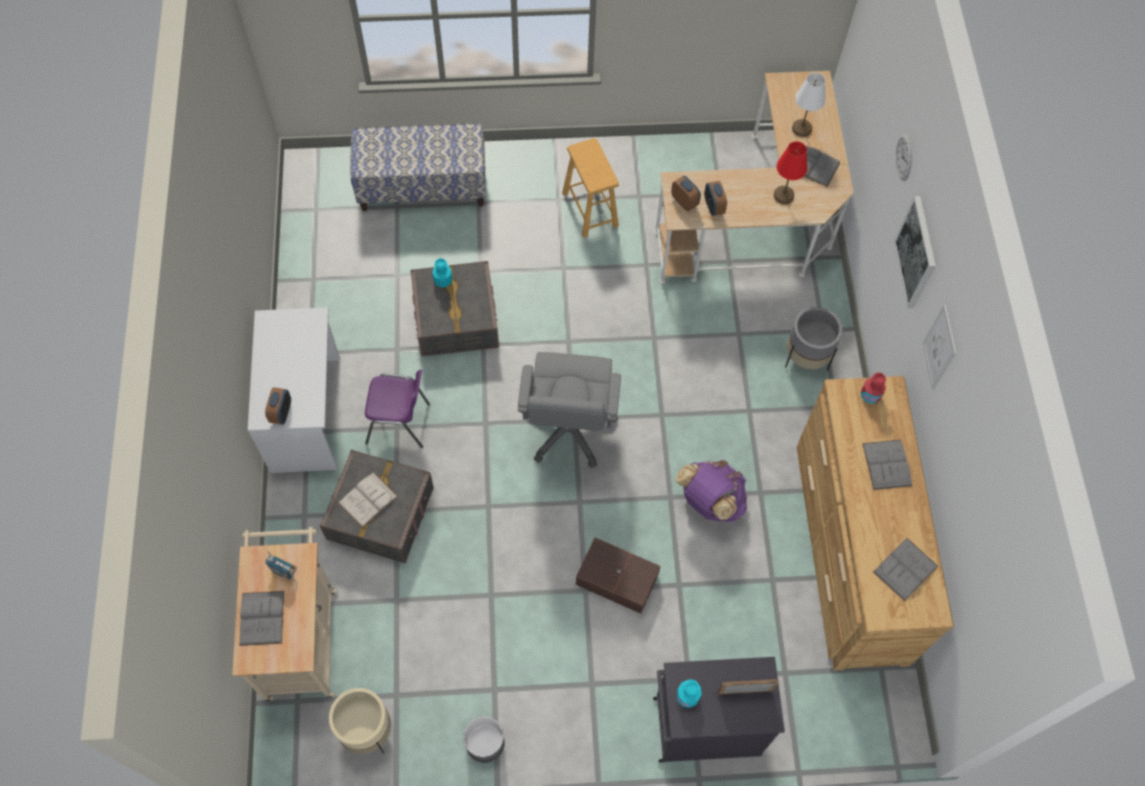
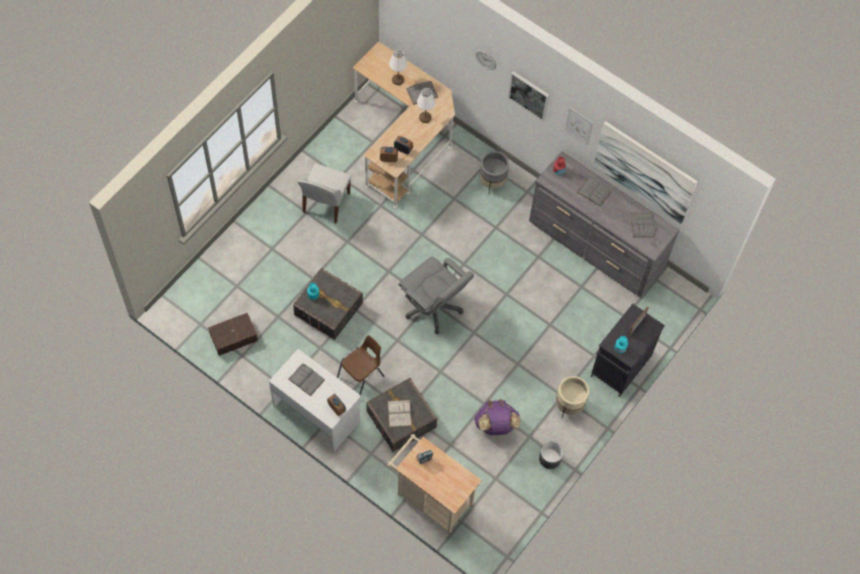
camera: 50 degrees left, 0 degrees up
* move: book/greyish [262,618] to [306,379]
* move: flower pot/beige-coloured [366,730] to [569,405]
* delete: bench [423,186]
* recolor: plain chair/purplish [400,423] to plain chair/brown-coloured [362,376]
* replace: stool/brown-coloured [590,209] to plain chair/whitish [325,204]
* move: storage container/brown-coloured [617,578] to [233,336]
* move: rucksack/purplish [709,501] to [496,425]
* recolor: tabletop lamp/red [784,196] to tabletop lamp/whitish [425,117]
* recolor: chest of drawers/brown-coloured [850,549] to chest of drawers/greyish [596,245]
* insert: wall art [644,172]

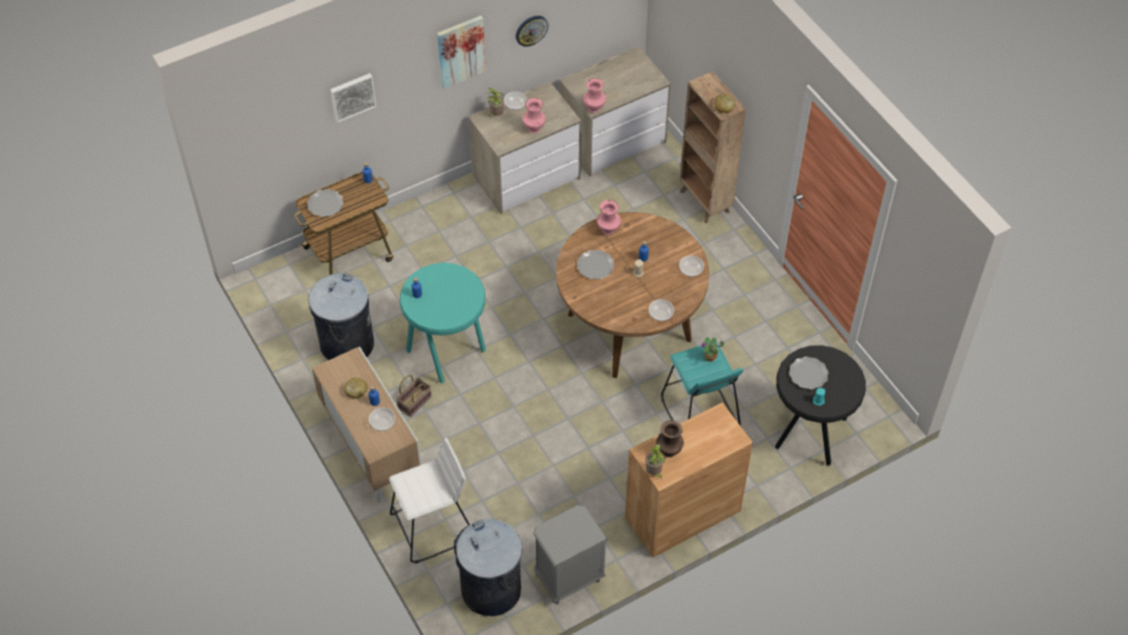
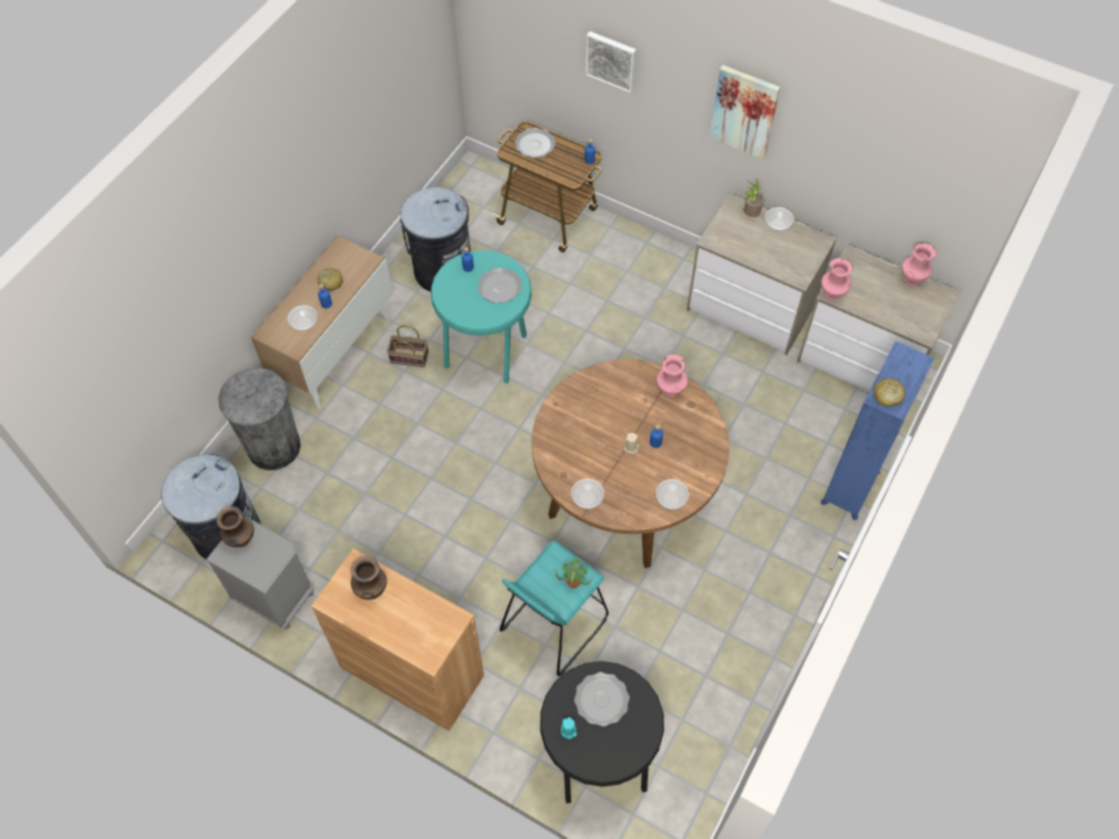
camera: 60 degrees right, 5 degrees up
* replace: stool/whitish [433,527] to waste bin/greyish [274,447]
* delete: clock on the wall [531,30]
* move: flower vase/pink [534,128] to [912,279]
* move: dinner plate [595,266] to [499,287]
* delete: potted plant [654,472]
* recolor: bookcase/brown-coloured [705,202] to bookcase/bluish [849,488]
* insert: flower vase/brown-coloured [241,540]

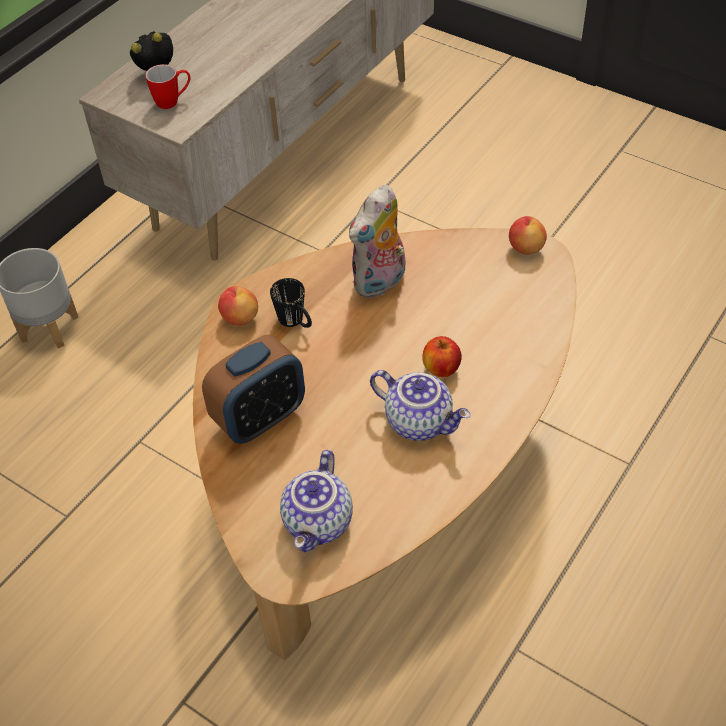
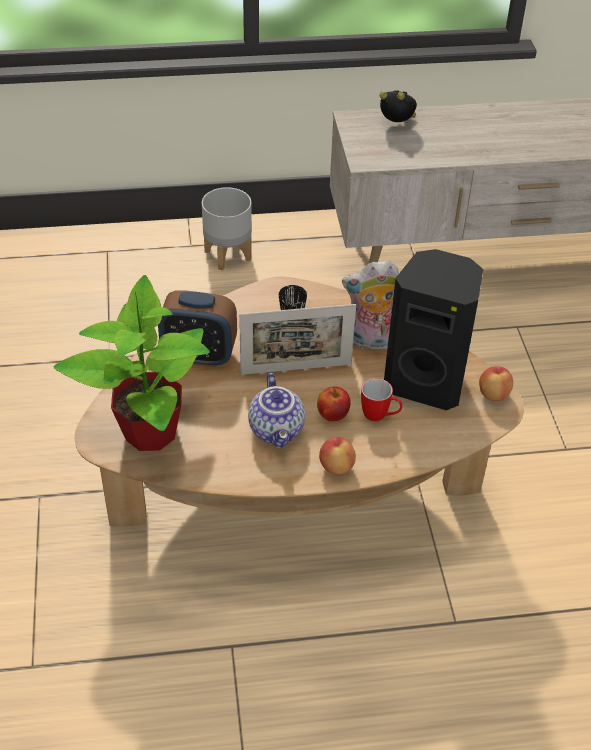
camera: 45 degrees right, 5 degrees down
* move: coffee mug [173,101] to [380,416]
* move: whole apple [240,318] to [336,467]
* replace: teapot [319,523] to potted plant [150,431]
* insert: picture frame [296,369]
* insert: speaker/black [426,382]

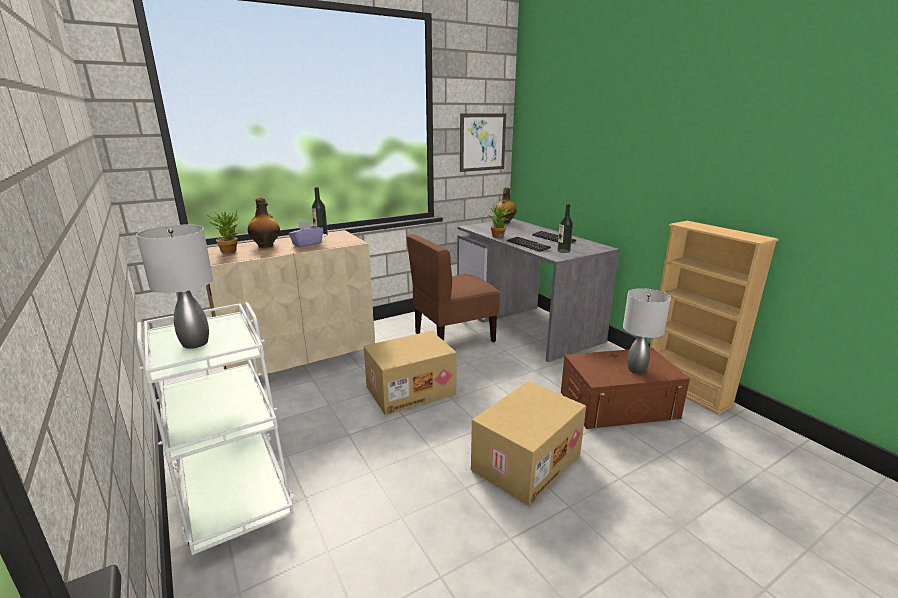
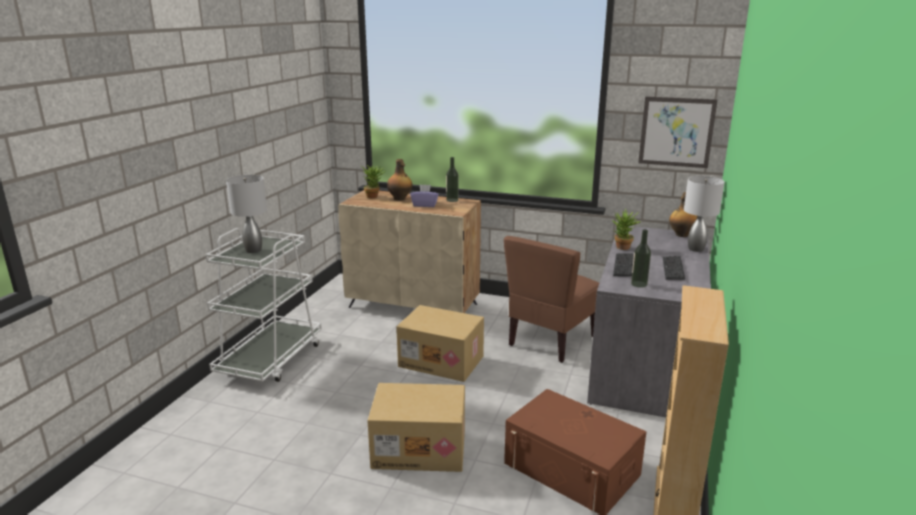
camera: 50 degrees right, 0 degrees up
* rotate: plain chair/brown-coloured [453,337] = [551,341] 75 degrees counterclockwise
* move: tabletop lamp/greyish [636,369] to [696,249]

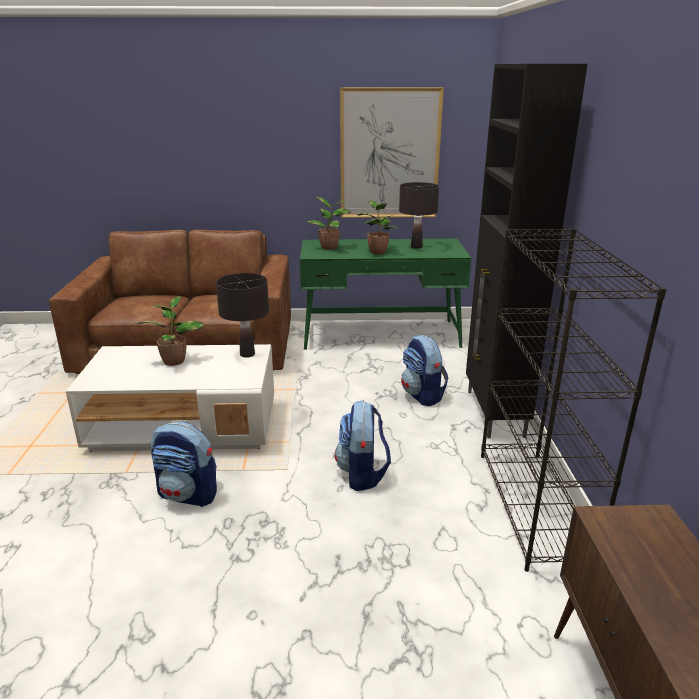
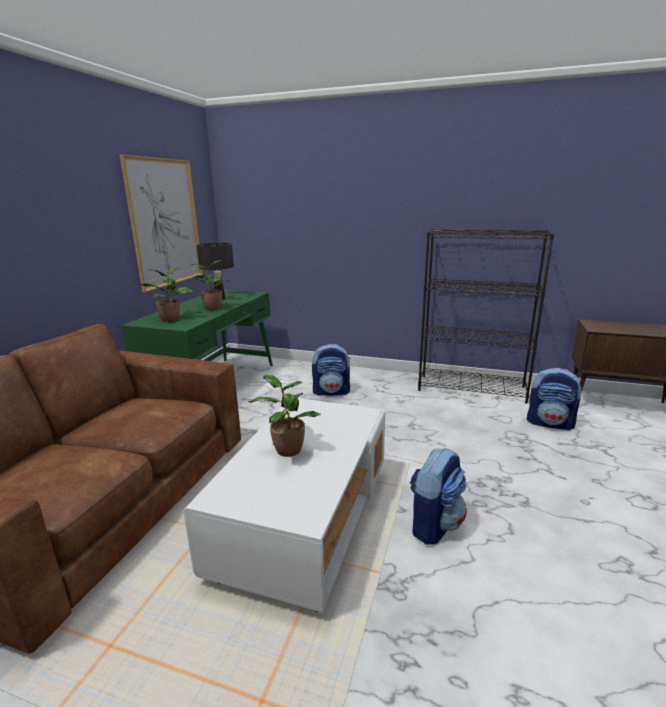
camera: 70 degrees left, 5 degrees down
* delete: tabletop lamp/black [247,354]
* move: rucksack [362,474] to [550,423]
* delete: storage cabinet/black [494,414]

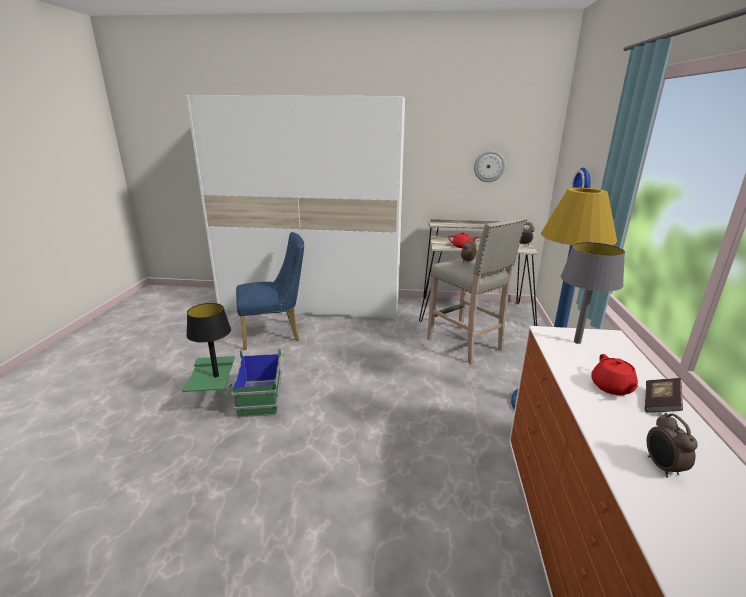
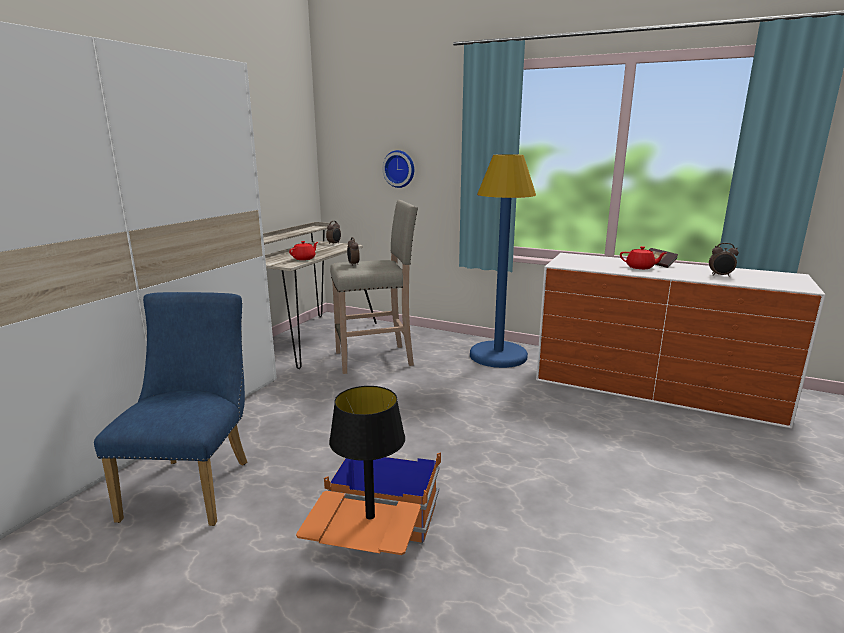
camera: 70 degrees left, 5 degrees down
* recolor: storage container/greenish [238,400] to storage container/orange-coloured [375,542]
* delete: clock on the wall [489,166]
* delete: tabletop lamp/greyish [577,342]

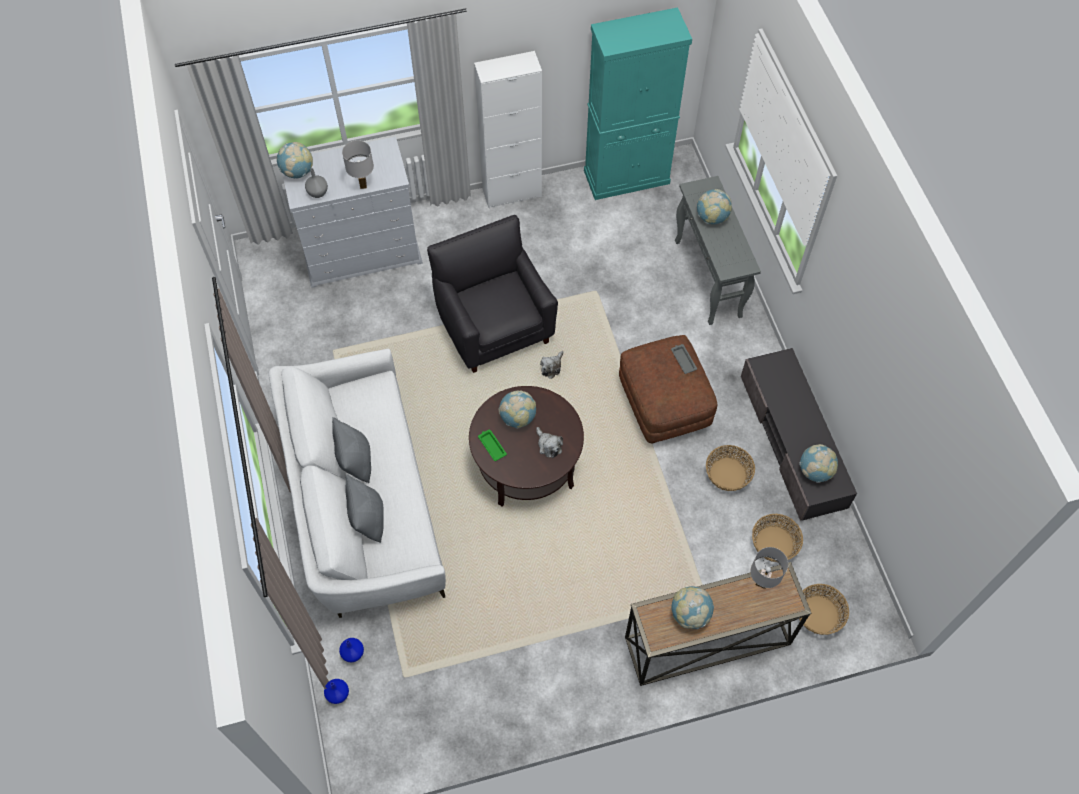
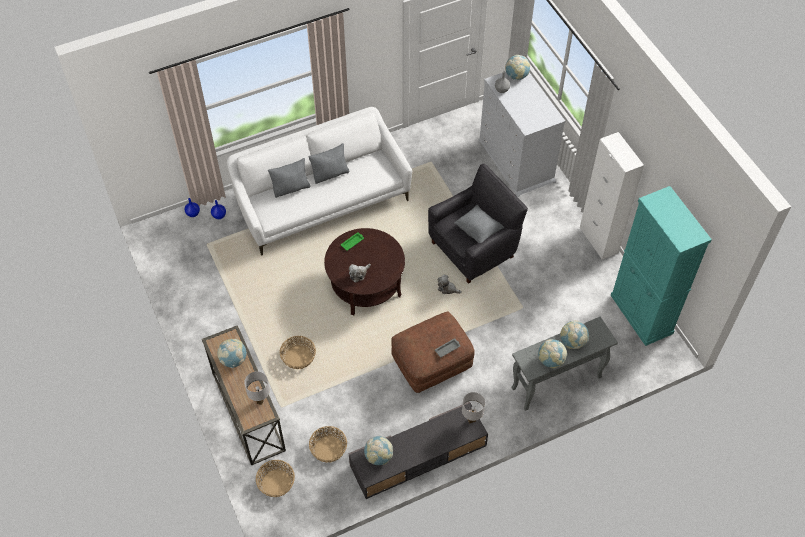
camera: 80 degrees right, 5 degrees down
* move: tabletop lamp/whitish [363,185] to [471,420]
* move: globe [518,418] to [550,360]
* move: household basket [727,474] to [299,357]
* insert: pillow/greyish [478,231]

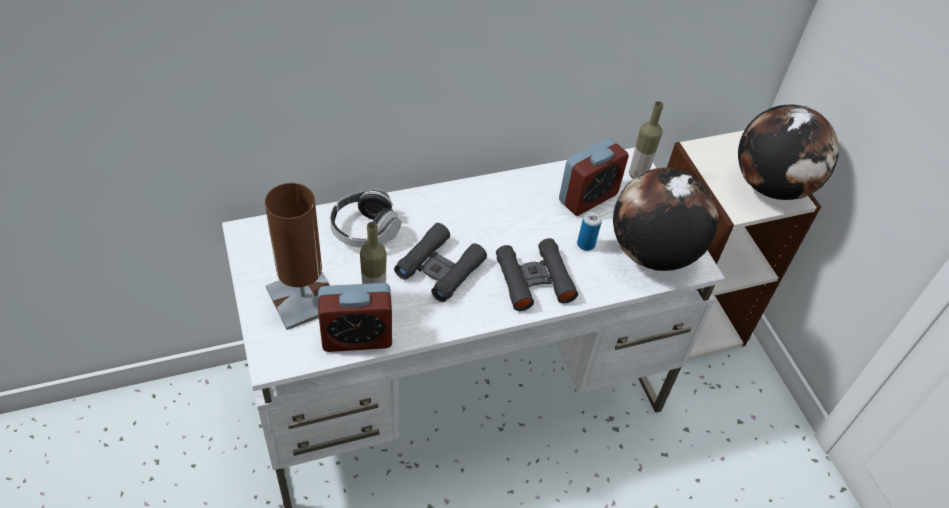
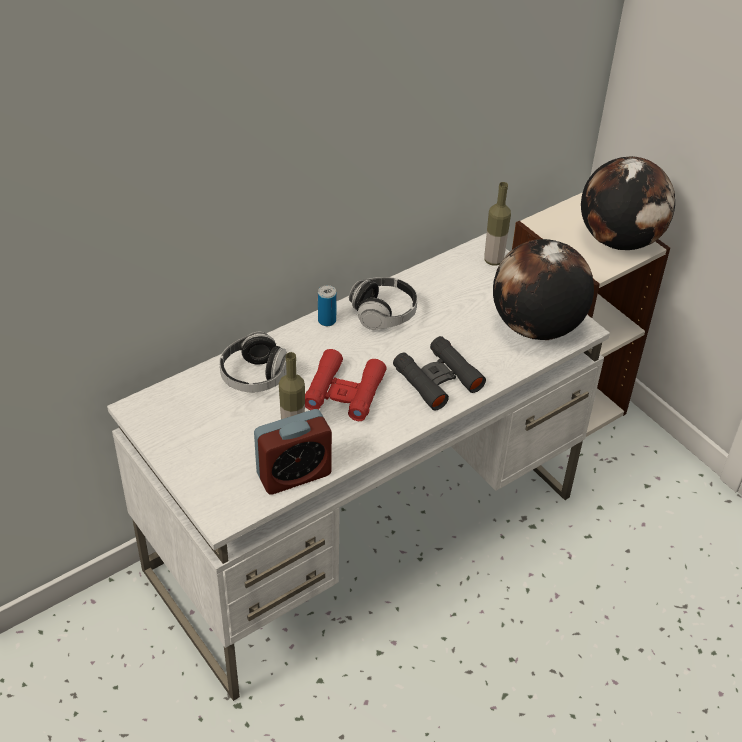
camera: 15 degrees left, 5 degrees down
* delete: tabletop lamp/brown-coloured [303,298]
* recolor: pair of binoculars/black [440,268] to pair of binoculars/red [344,392]
* delete: alarm clock [588,197]
* move: metal can [586,244] to [327,320]
* insert: pair of headphones [383,313]

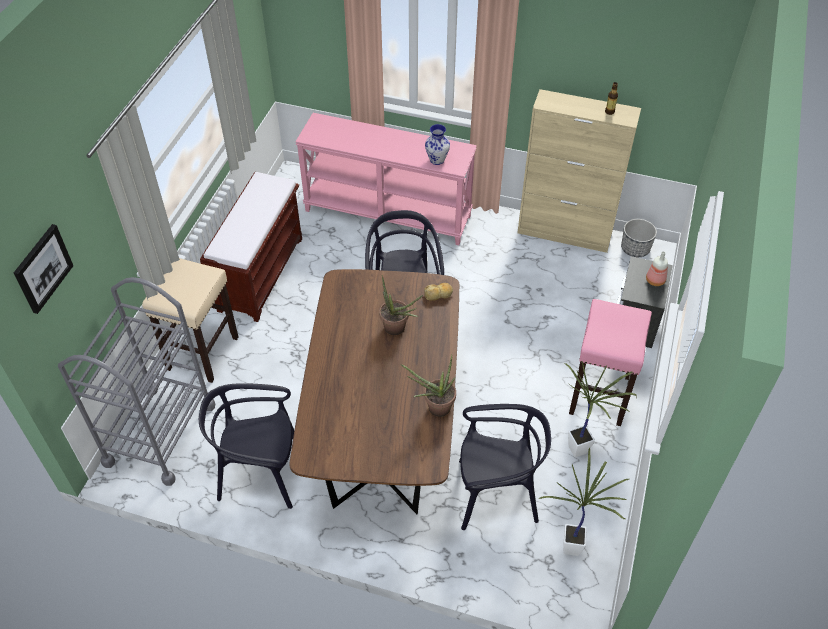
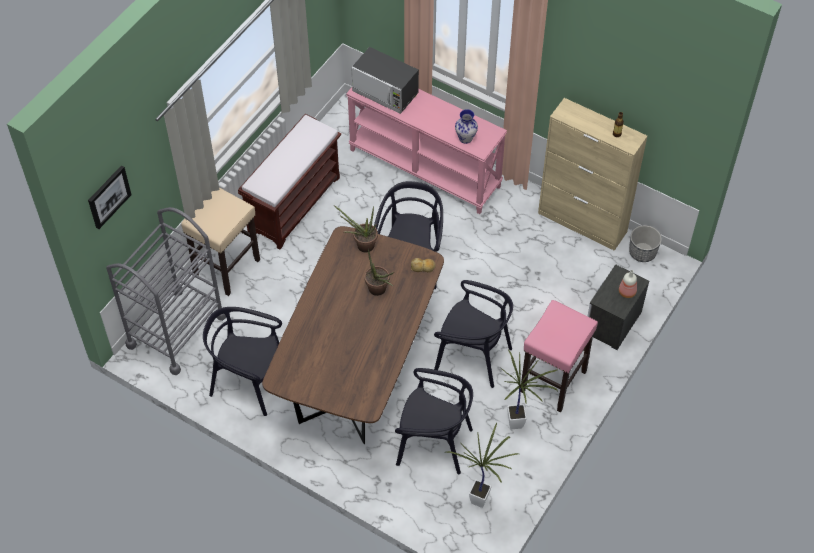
camera: 15 degrees right, 5 degrees up
* move: potted plant [434,408] to [361,245]
* insert: kitchen microwave [385,92]
* insert: plain chair/black [473,357]

